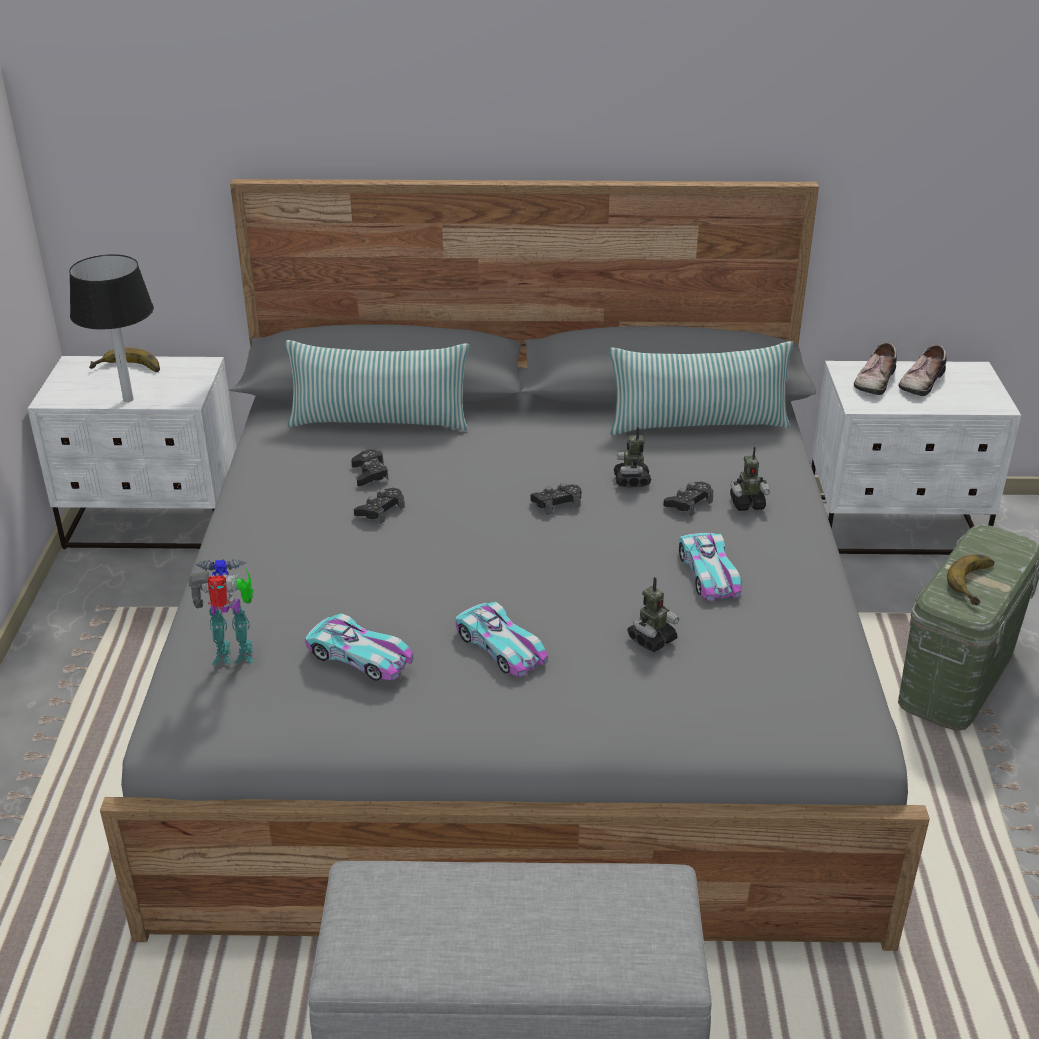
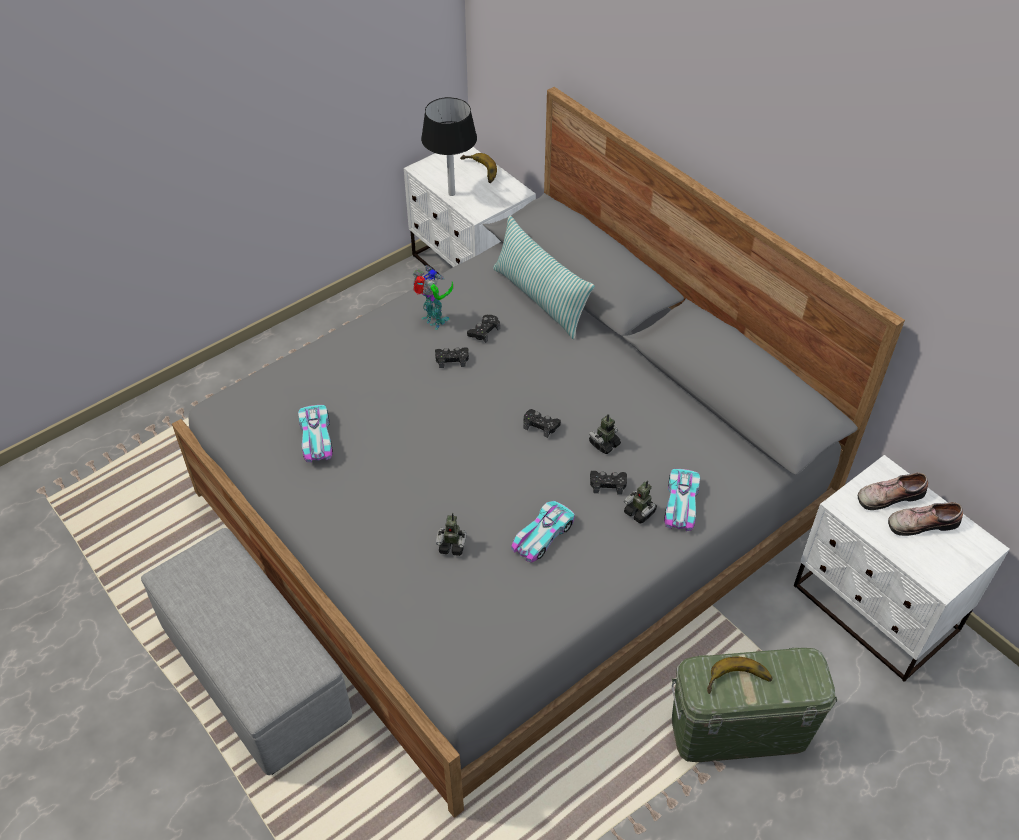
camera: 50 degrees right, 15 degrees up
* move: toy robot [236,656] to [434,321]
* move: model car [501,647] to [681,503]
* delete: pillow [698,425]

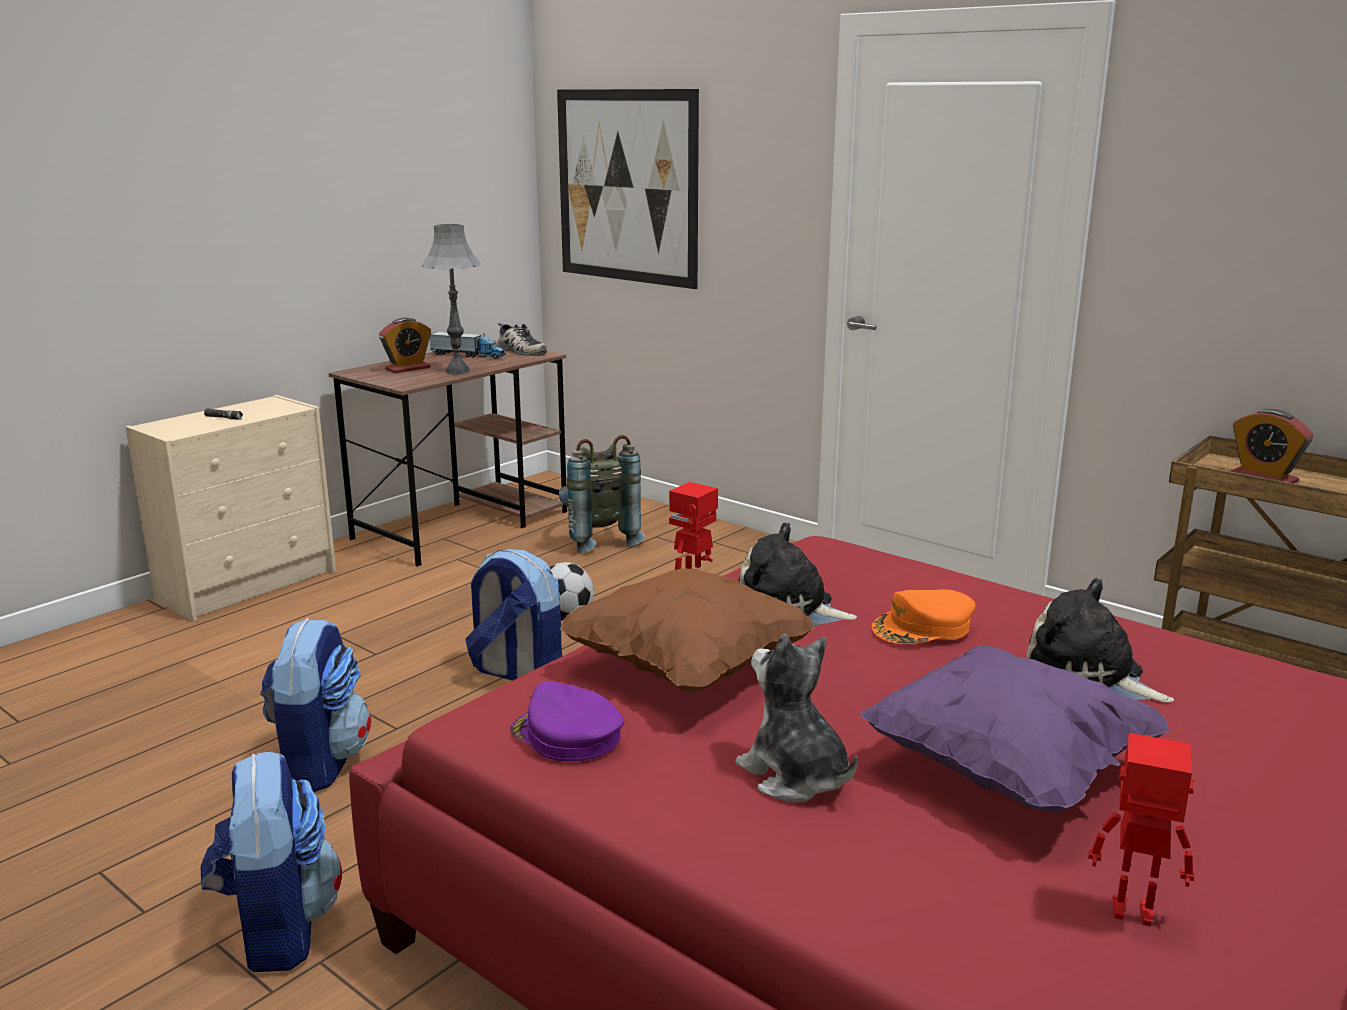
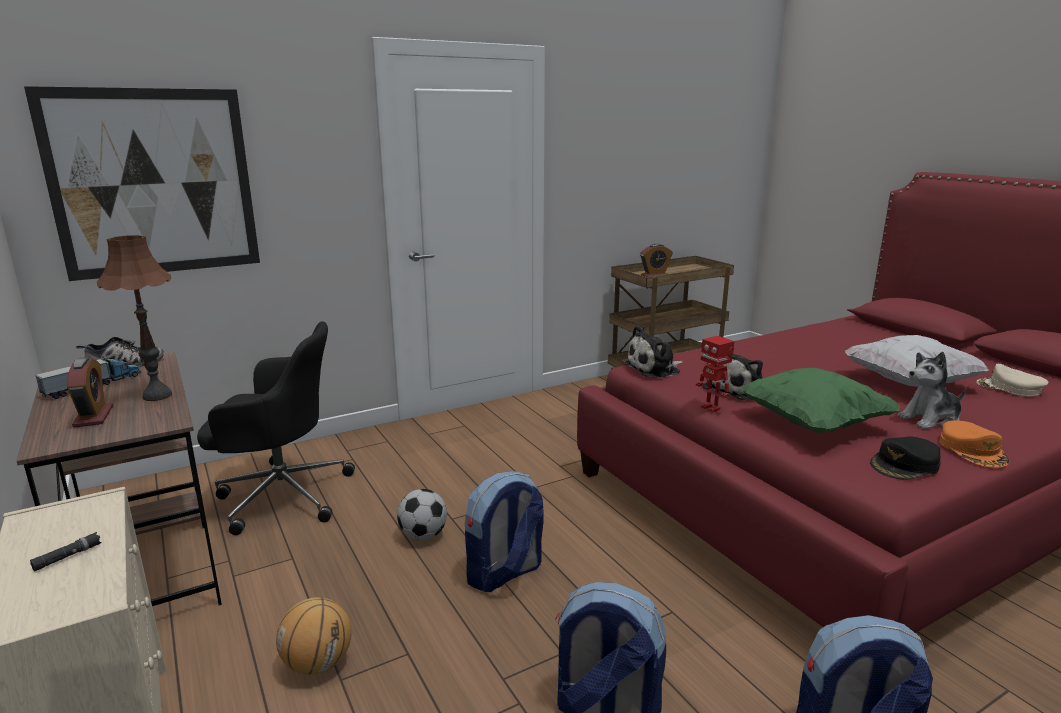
camera: 70 degrees left, 0 degrees up
* recolor: tabletop lamp/greyish [457,371] to tabletop lamp/brown-coloured [157,396]
* recolor: peaked cap/purplish [566,735] to peaked cap/black [905,465]
* replace: rucksack/greyish [597,539] to office chair/black [281,495]
* recolor: pillow/brown-coloured [688,668] to pillow/greenish [813,424]
* recolor: pillow/purplish [1007,770] to pillow/whitish [909,383]
* move: peaked cap/orange-coloured [923,627] to [972,450]
* move: plush toy [1088,677] to [655,369]
* replace: toy robot [1133,913] to peaked cap/beige-coloured [1009,388]
* insert: basketball [318,663]

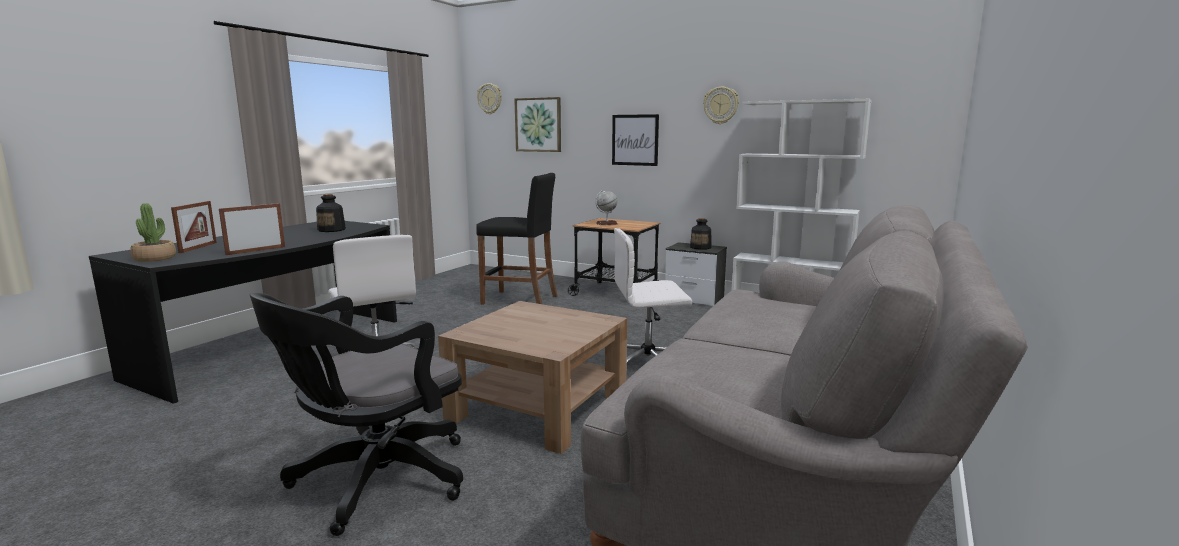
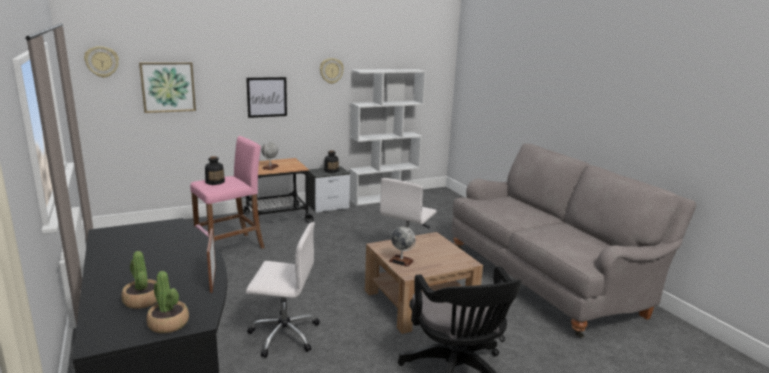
camera: 55 degrees left, 5 degrees up
* replace: picture frame [198,247] to potted plant [142,301]
* move: bottle [332,230] to [215,182]
* recolor: stool/black [520,300] to stool/pink [230,247]
* insert: globe [401,261]

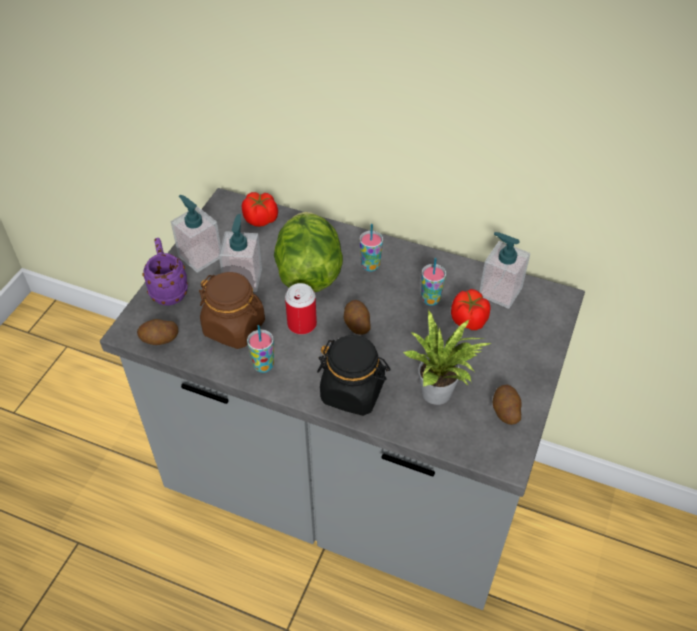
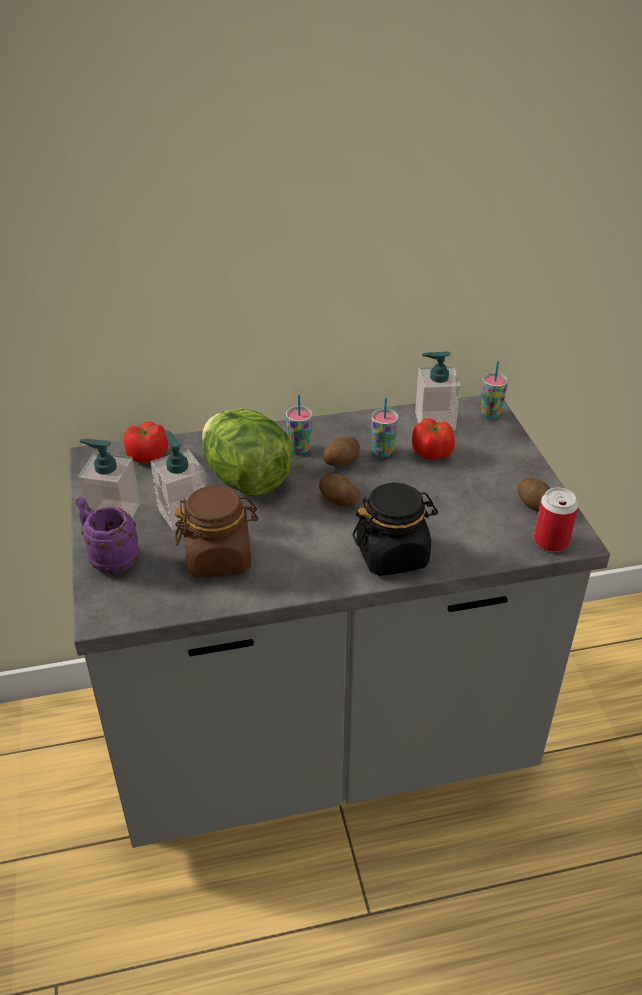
camera: 35 degrees left, 10 degrees down
* move: spud [159,340] to [342,461]
* move: cup [263,365] to [490,414]
* move: metal can [302,324] to [551,541]
* delete: potted plant [440,393]

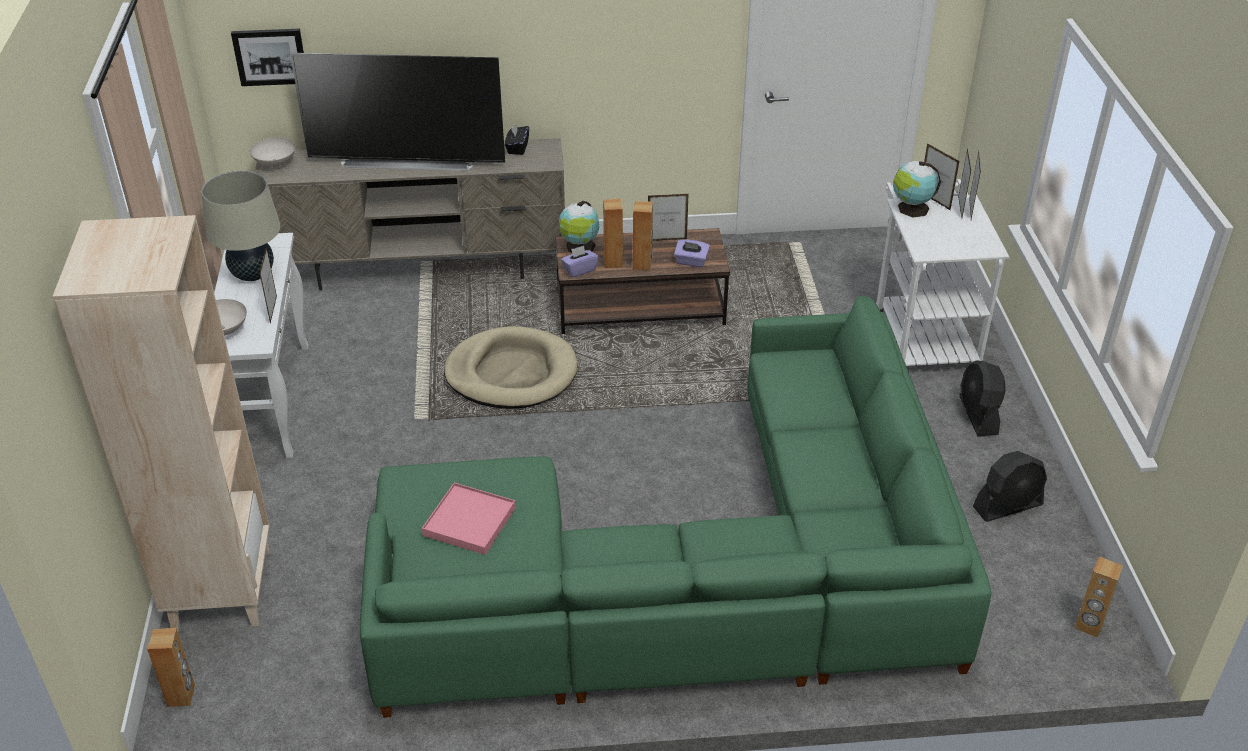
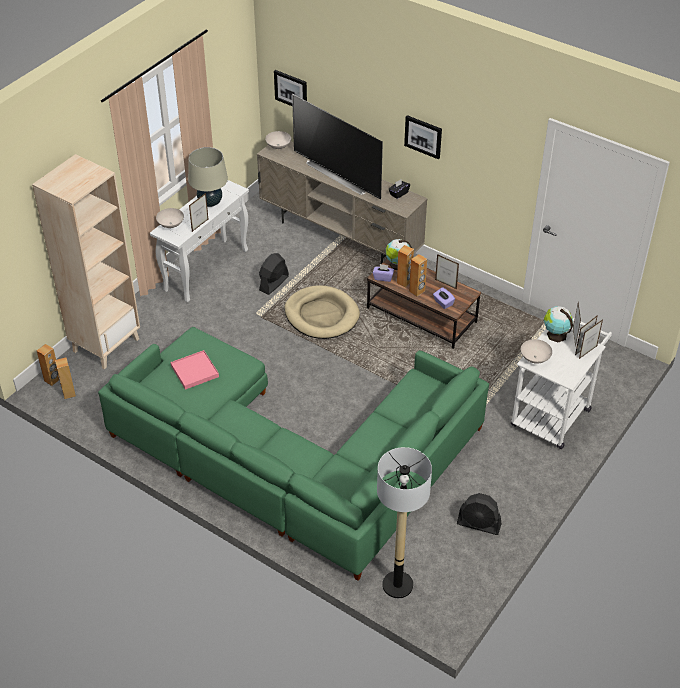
camera: 40 degrees right, 5 degrees up
* move: fan/black [978,415] to [273,283]
* move: speaker/brown-coloured [1088,626] to [68,393]
* insert: standard lamp [397,585]
* insert: wall art [423,136]
* insert: serving bowl/whitish [534,359]

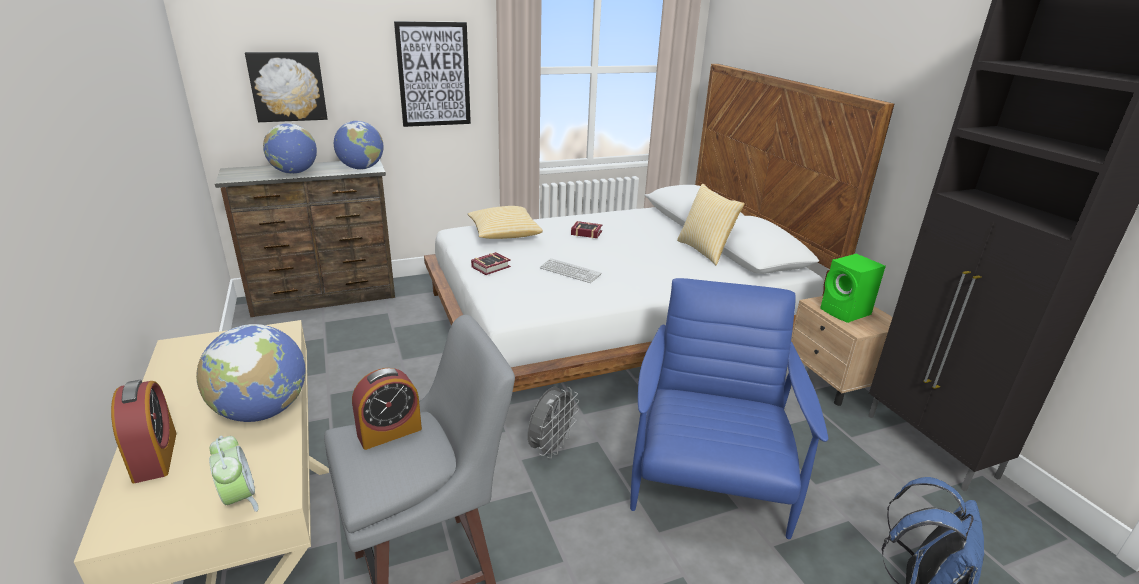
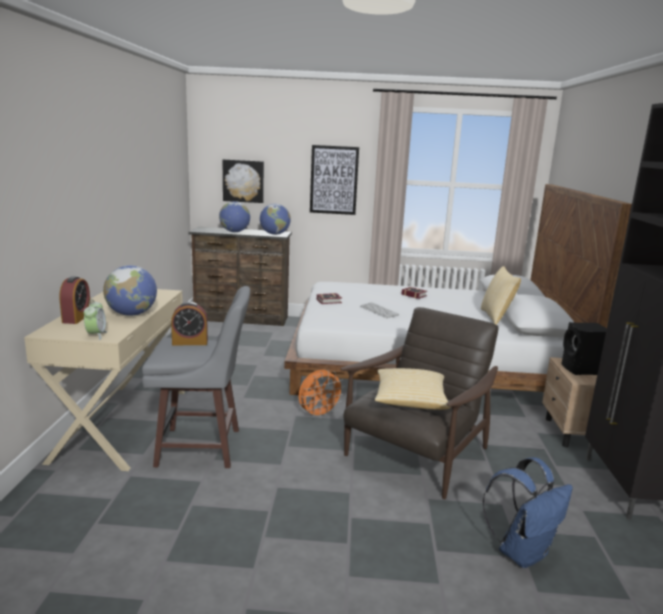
camera: 25 degrees right, 10 degrees down
* move: pillow [504,234] to [410,401]
* recolor: fan/greyish [550,447] to fan/orange-coloured [319,415]
* recolor: easy chair/bluish [709,475] to easy chair/brown-coloured [416,454]
* recolor: speaker/greenish [846,312] to speaker/black [582,370]

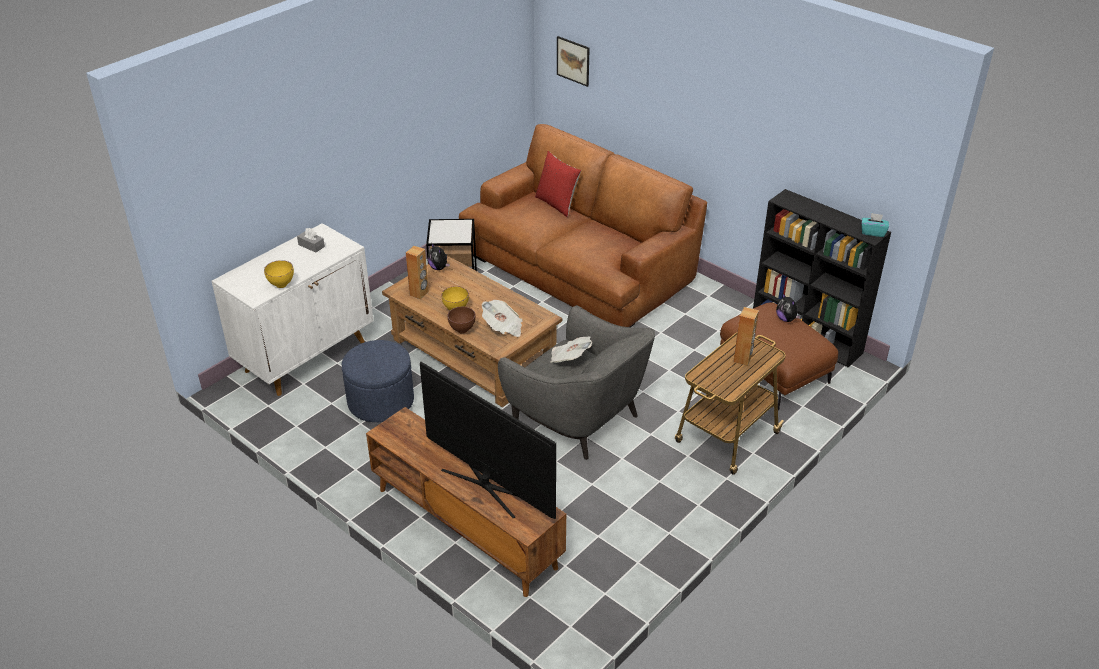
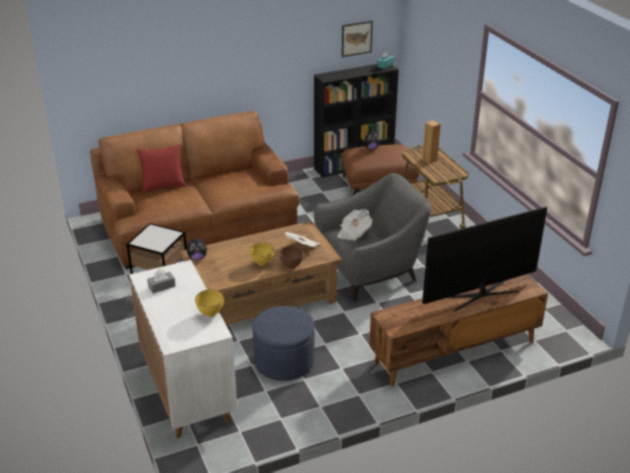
camera: 65 degrees left, 5 degrees down
* delete: speaker/brown-coloured [419,293]
* move: wall art [573,61] to [356,38]

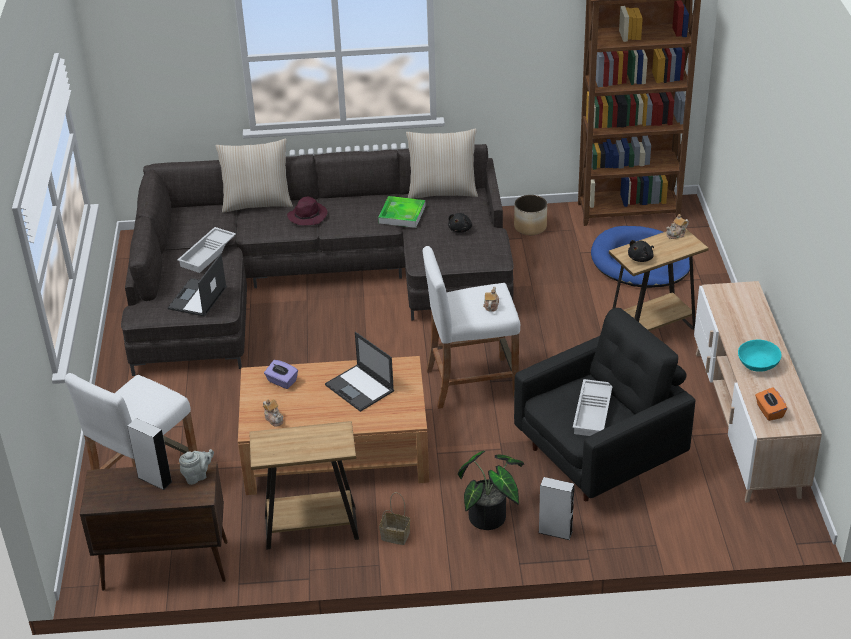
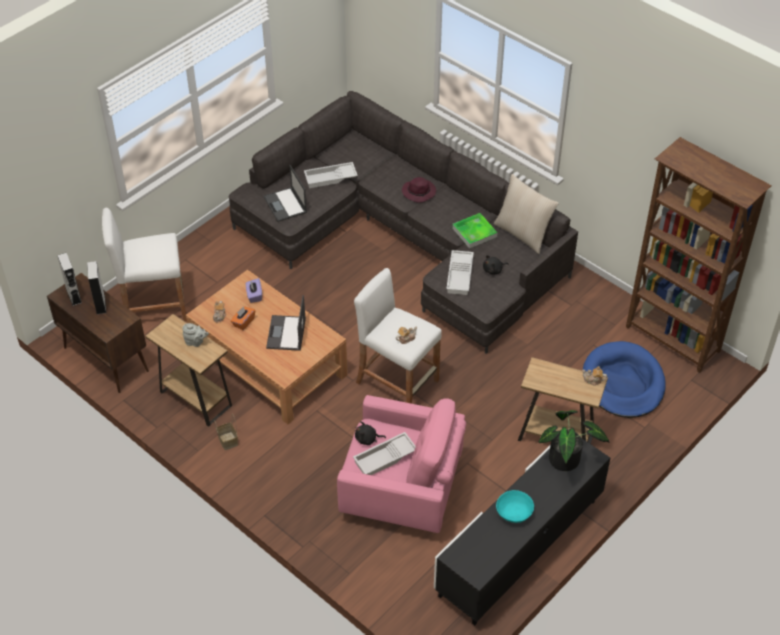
camera: 45 degrees right, 10 degrees up
* rotate: notebook computer [197,298] = [285,205] 90 degrees counterclockwise
* move: teapot/greyish [197,476] to [195,342]
* delete: pillow/beige-coloured [257,203]
* move: potted plant [492,516] to [567,461]
* delete: flower pot [530,227]
* recolor: easy chair/black [601,454] to easy chair/pink [402,491]
* move: speaker/greyish [555,532] to [74,296]
* move: plush toy/black [641,258] to [367,439]
* recolor: media console/beige-coloured [746,422] to media console/black [518,548]
* move: tissue holder/orange-coloured [769,411] to [243,322]
* insert: serving tray/whitish [460,275]

